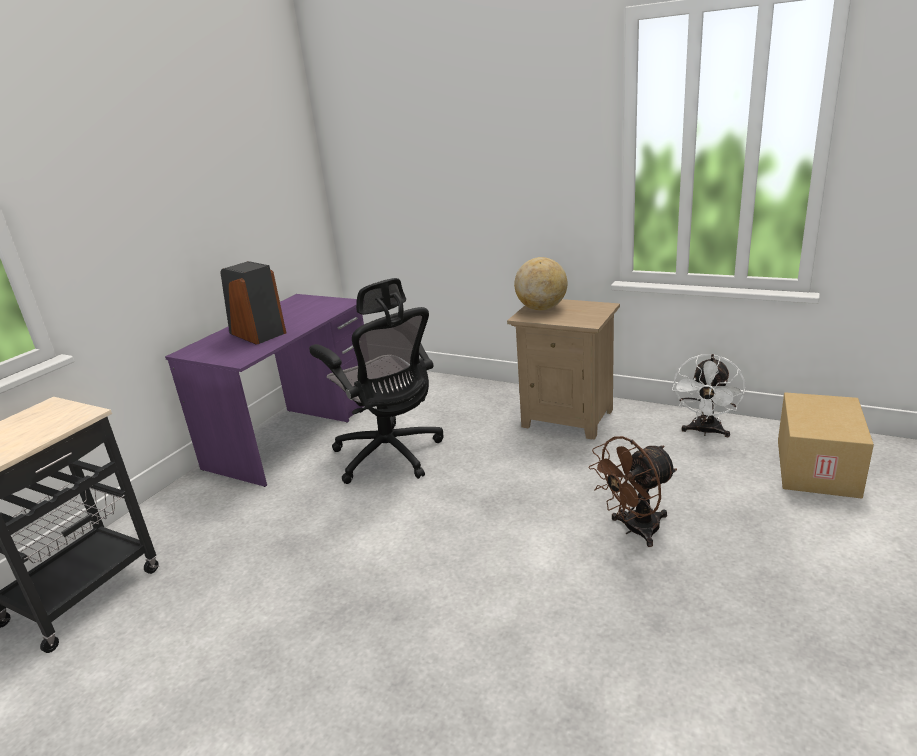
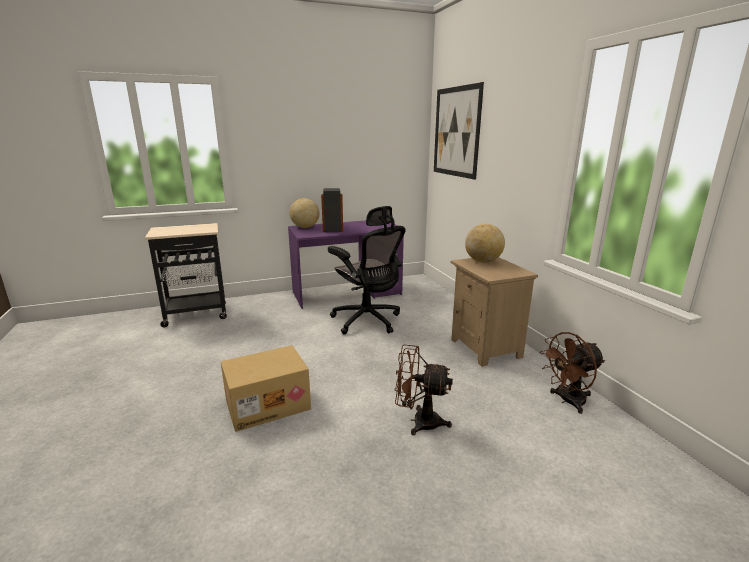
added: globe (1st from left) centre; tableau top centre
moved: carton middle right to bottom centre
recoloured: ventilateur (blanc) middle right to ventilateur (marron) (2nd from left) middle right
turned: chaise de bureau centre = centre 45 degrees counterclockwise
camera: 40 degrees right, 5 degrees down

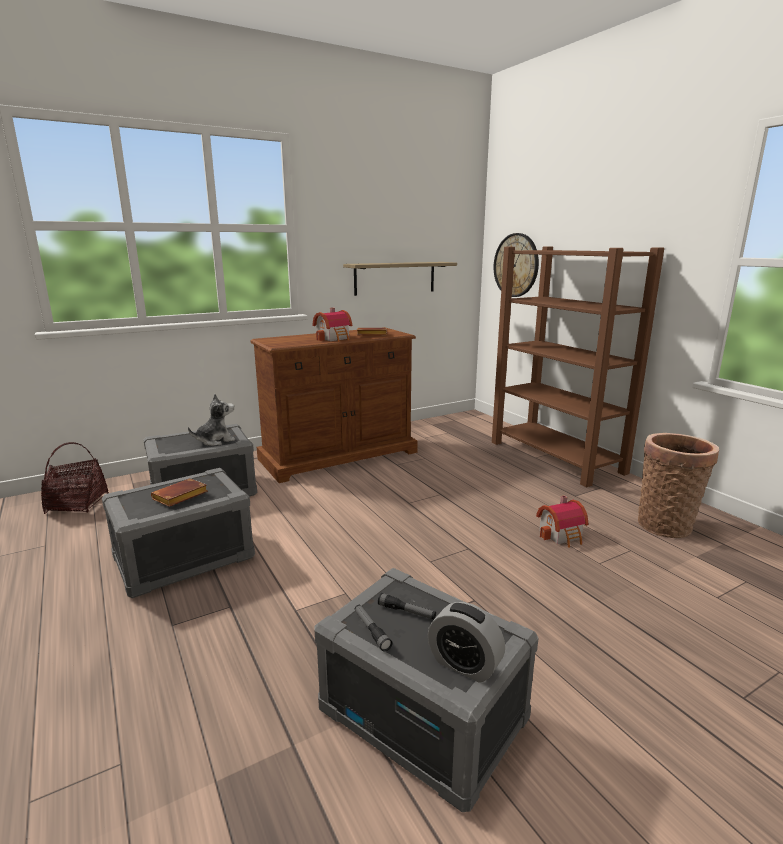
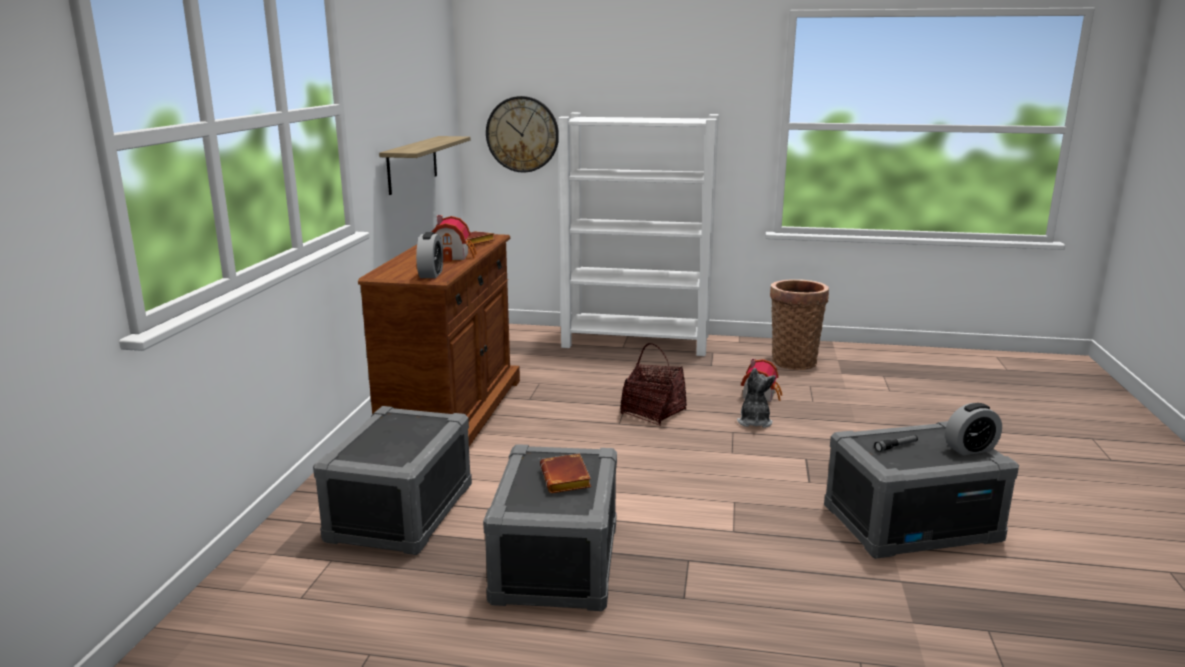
removed: lampe de poche (1st from left) bottom centre
added: réveil (1st from left) centre
moved: panier (1st from left) middle left to centre; peluche middle left to centre
recoloured: bibliothèque (marron) middle right to bibliothèque (blanc) centre
camera: 50 degrees left, 0 degrees up

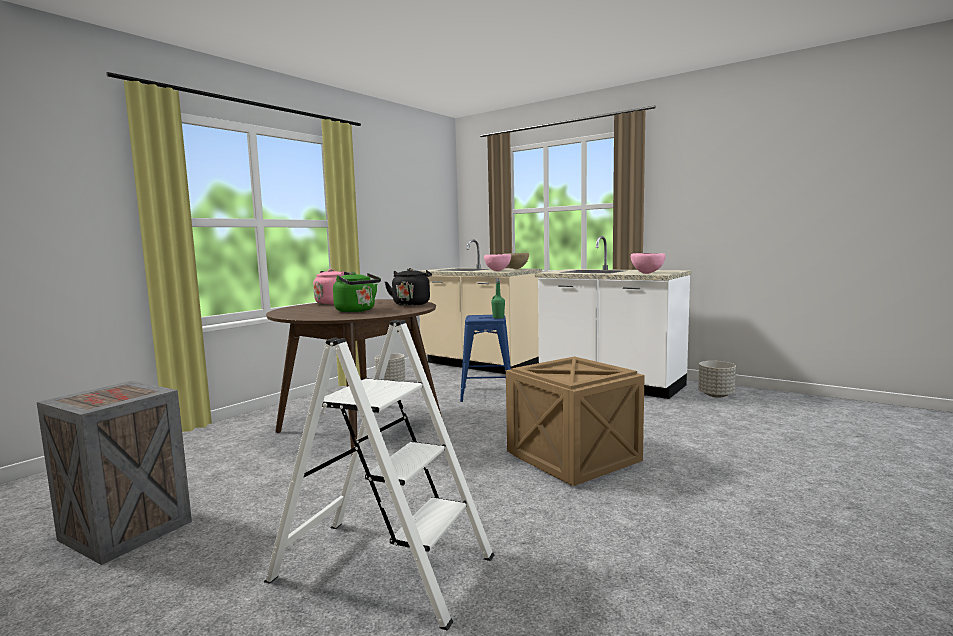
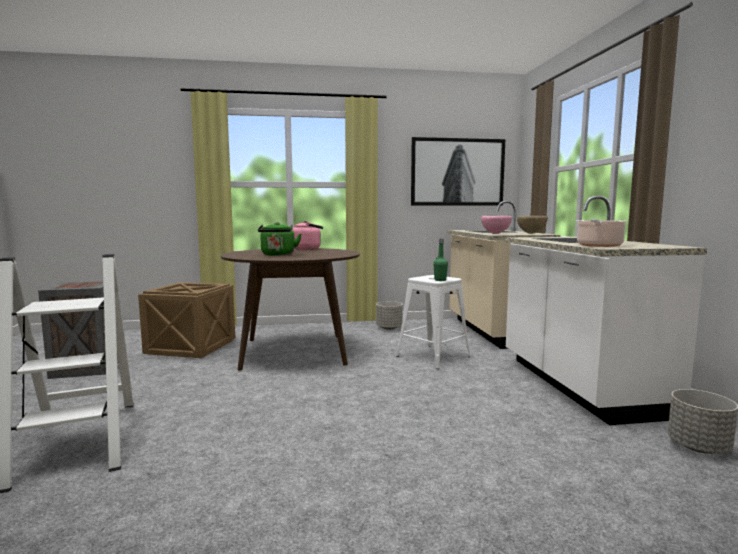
removed: bouilloire (noir) centre
added: tableau top centre
moved: caisse (2nd from left) centre to middle left
replaced: bol (rose) (2nd from left) middle right to marmite middle right
recoloured: tabouret (bleu) centre to tabouret (blanc) centre
camera: 45 degrees right, 0 degrees up

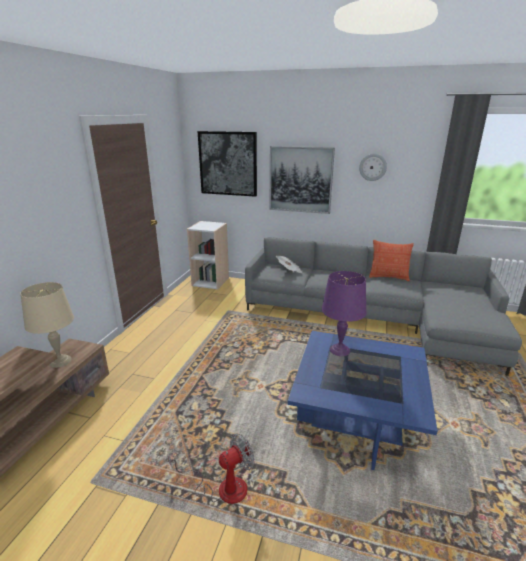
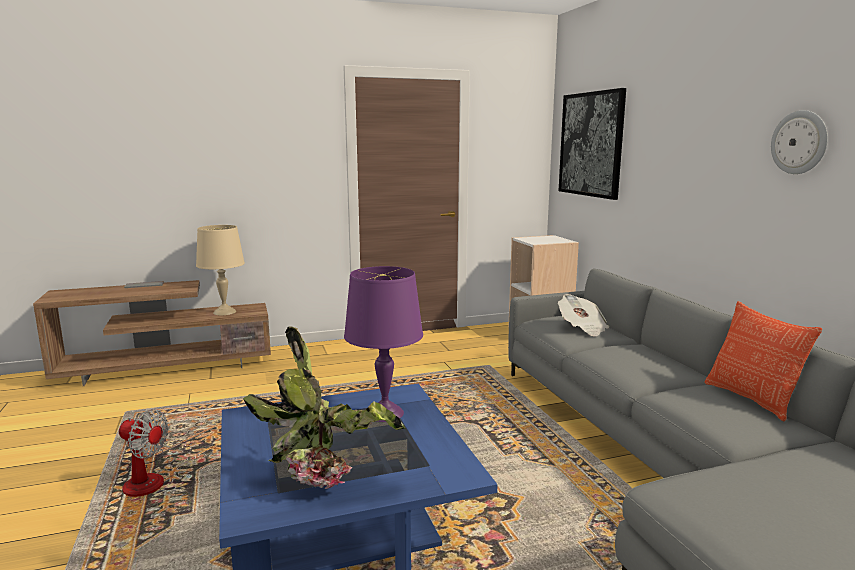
removed: tableau (2nd from left) top centre
added: plante en pot bottom centre
camera: 55 degrees right, 10 degrees down

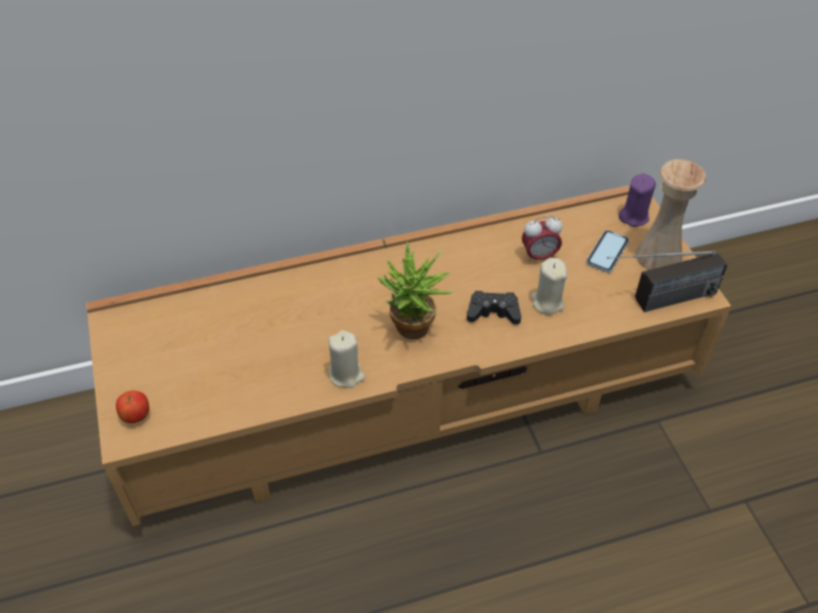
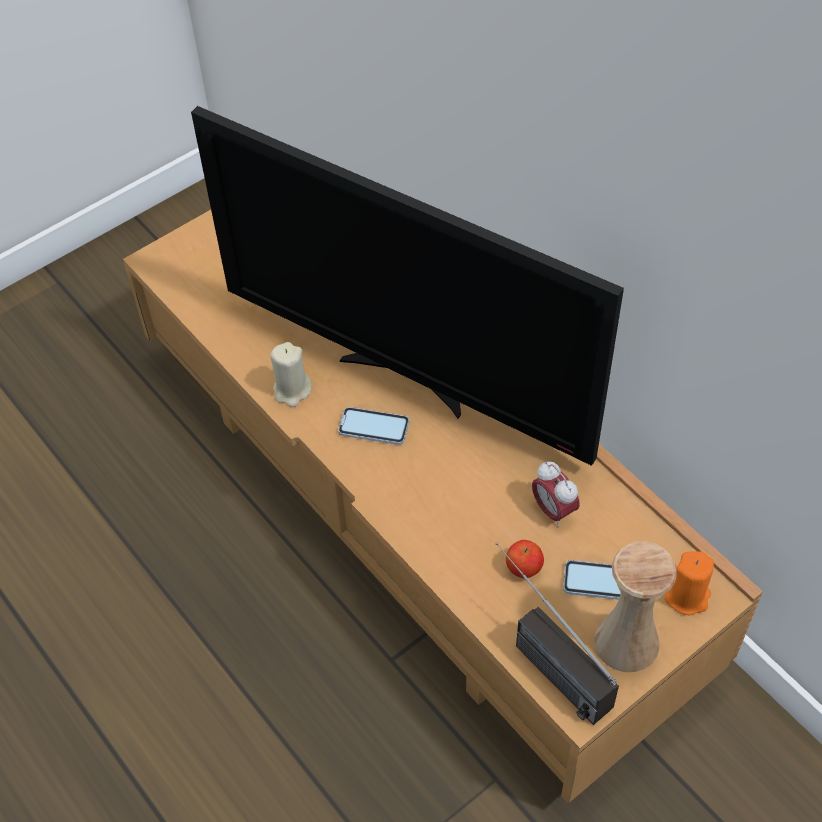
removed: manette (noir) centre; bougie (beige) (2nd from left) middle right
added: téléviseur centre
moved: pomme middle left to bottom centre
replaced: plante en pot centre to téléphone (1st from left) centre
recoloured: bougie (violet) top right to bougie (orange) bottom right
camera: 70 degrees right, 5 degrees up

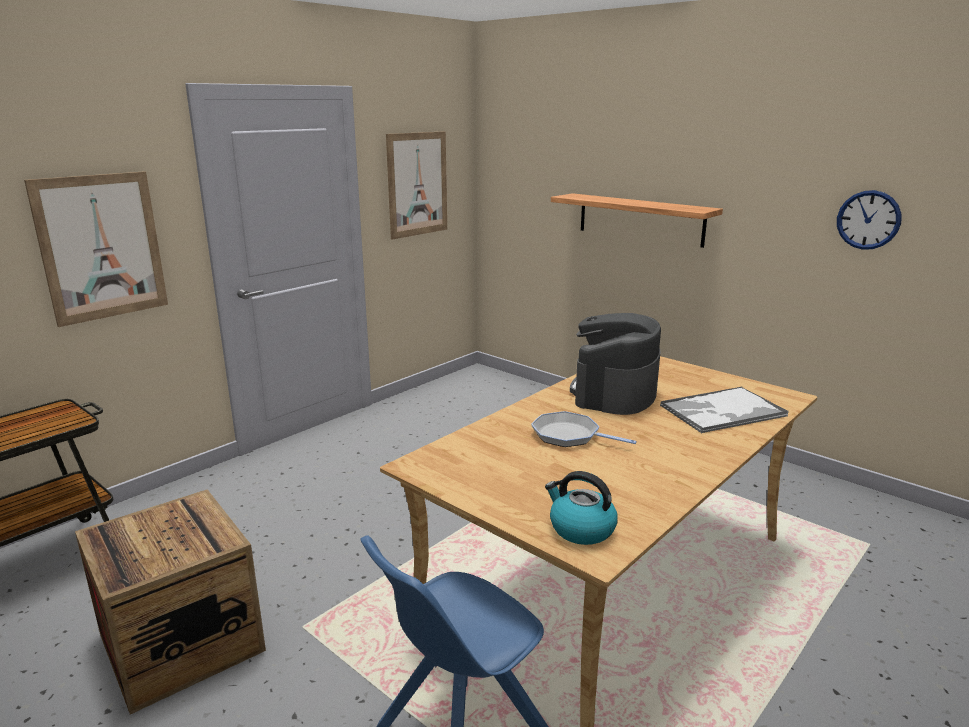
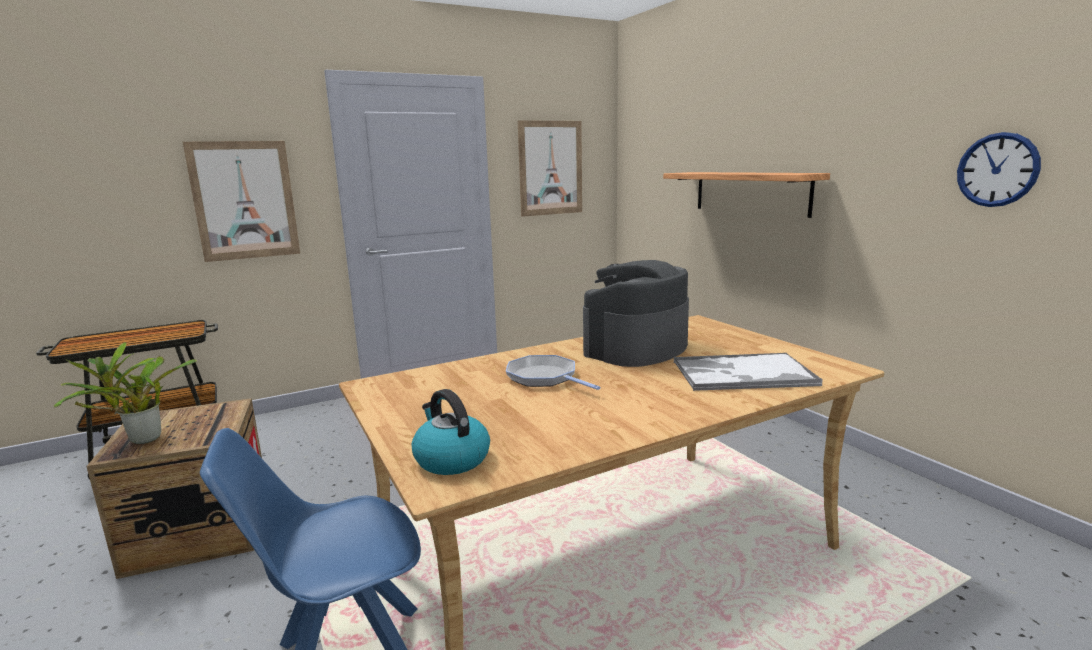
added: plante en pot middle left
camera: 20 degrees right, 5 degrees down

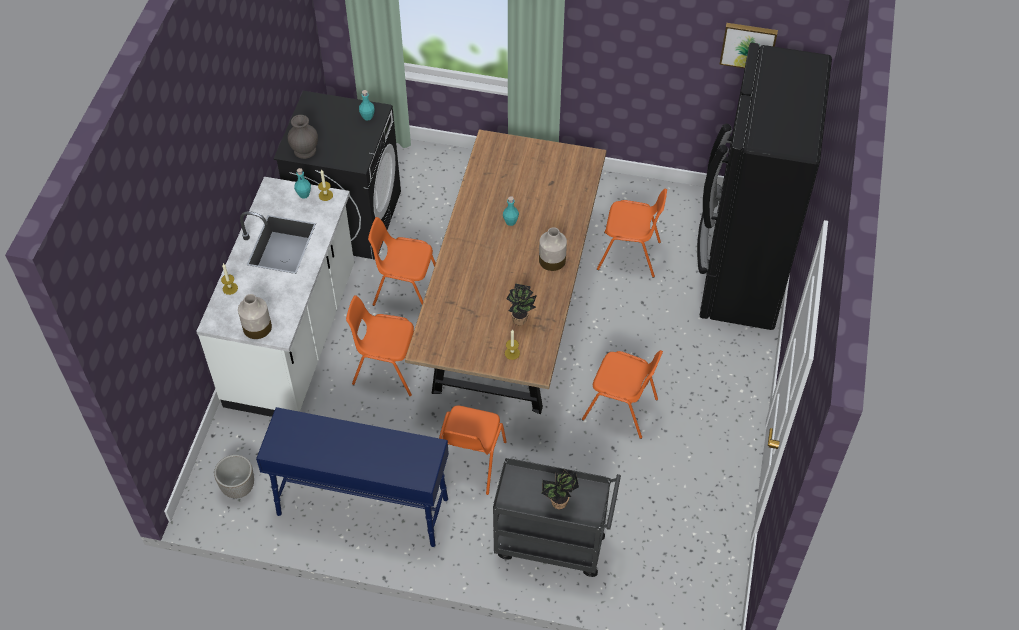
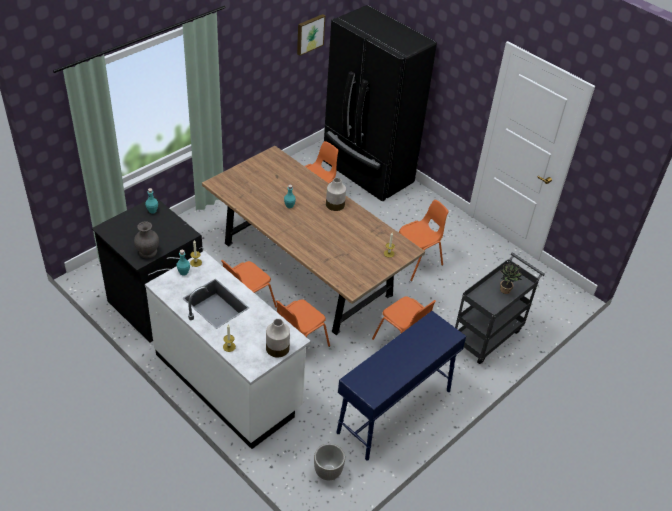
removed: plante en pot (1st from left) centre
camera: 60 degrees left, 10 degrees down

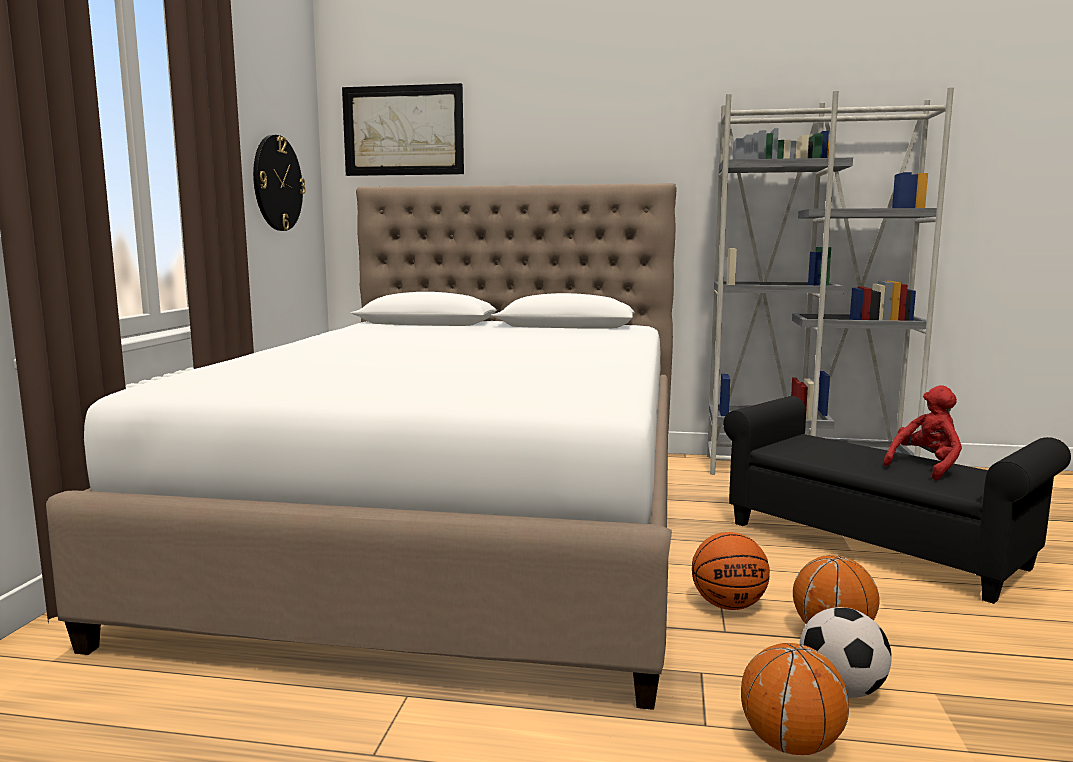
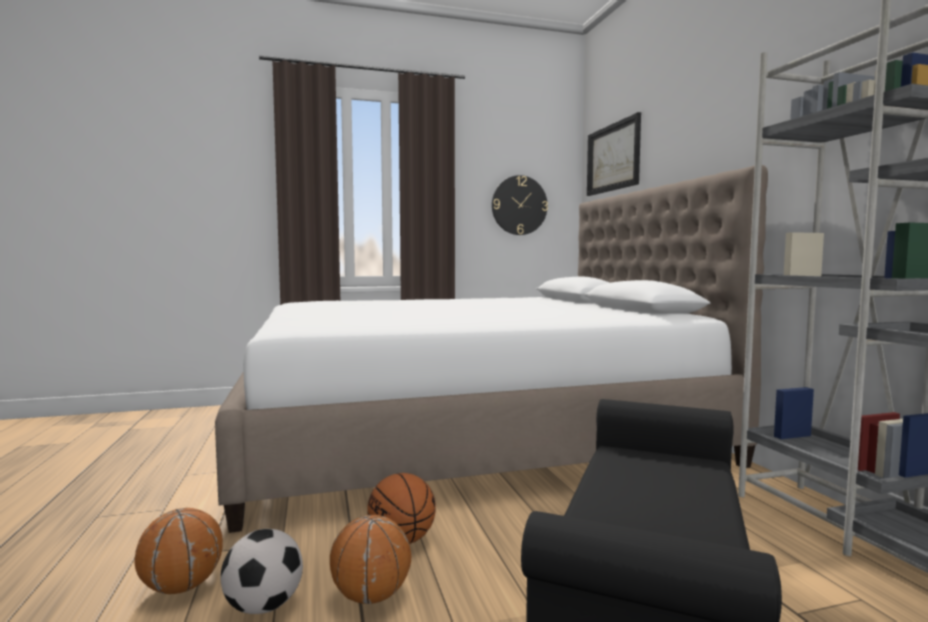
removed: peluche (rouge) middle right
camera: 65 degrees right, 5 degrees down

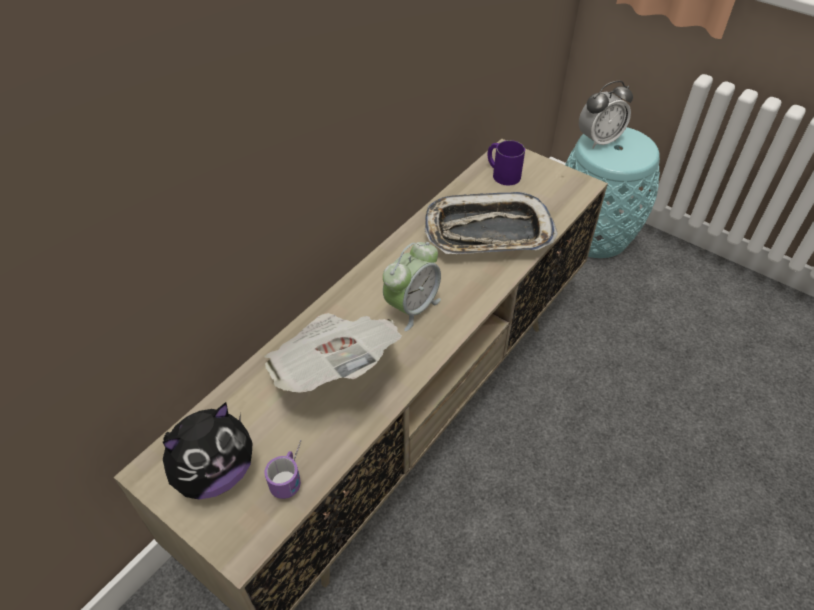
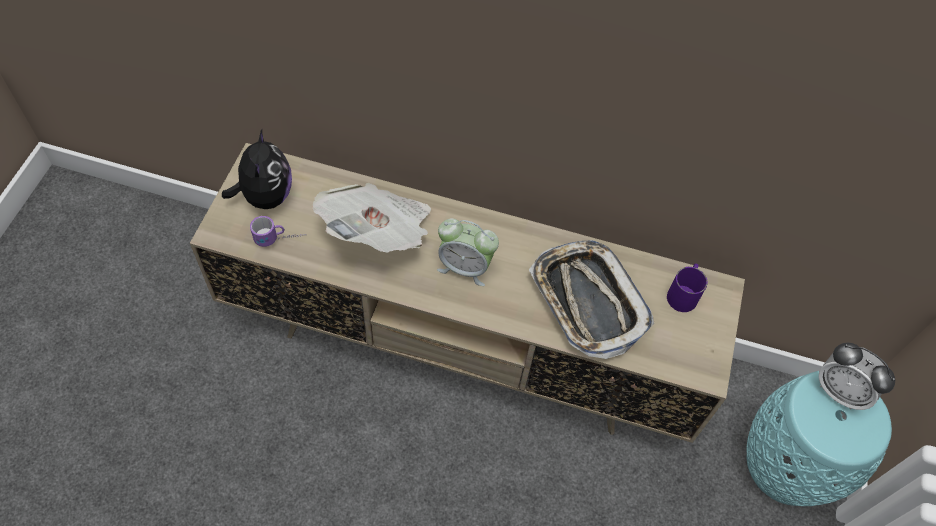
turned: peluche bottom left = top left 120 degrees counterclockwise
camera: 65 degrees right, 10 degrees up

